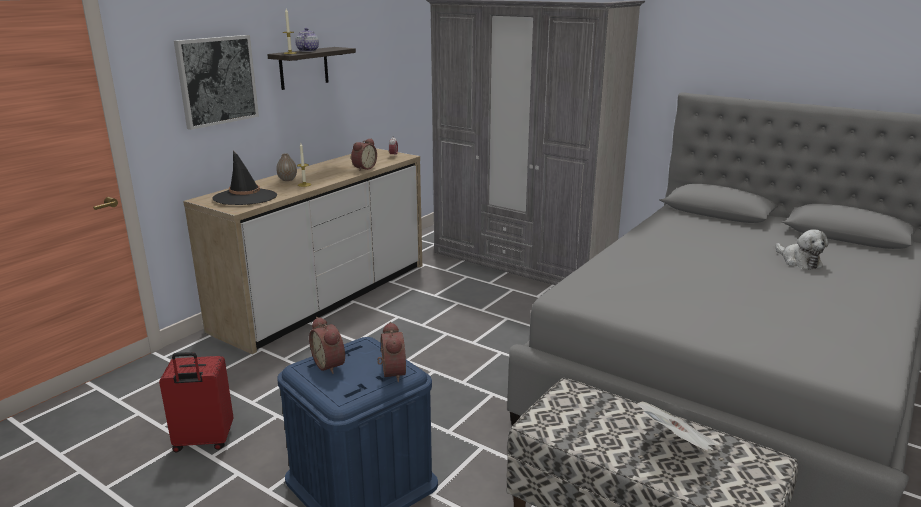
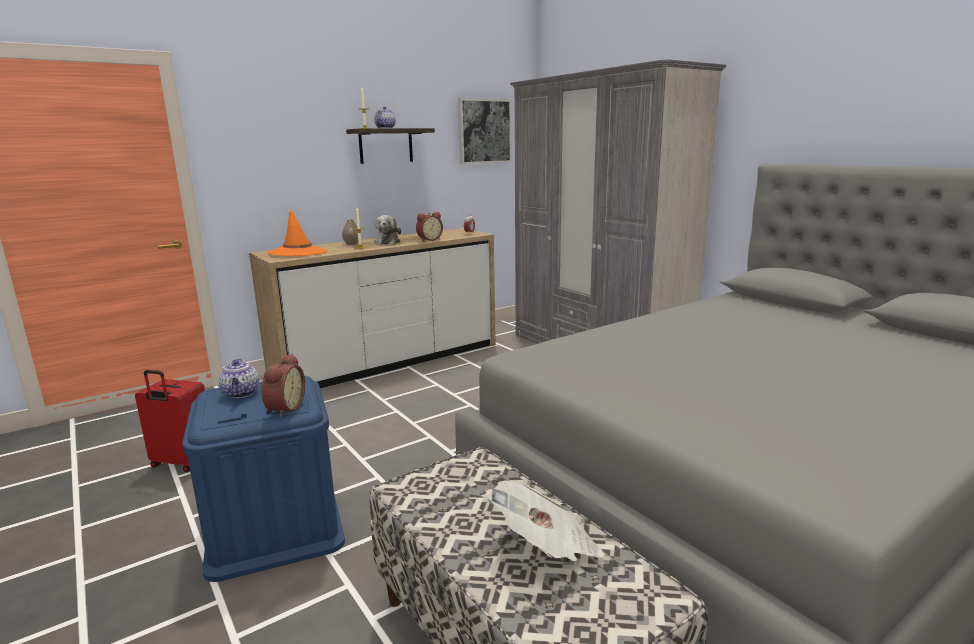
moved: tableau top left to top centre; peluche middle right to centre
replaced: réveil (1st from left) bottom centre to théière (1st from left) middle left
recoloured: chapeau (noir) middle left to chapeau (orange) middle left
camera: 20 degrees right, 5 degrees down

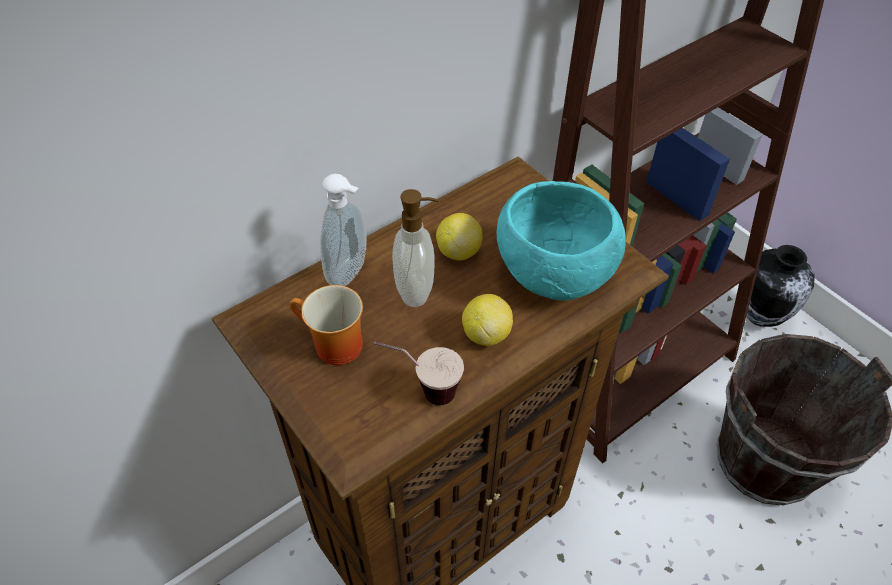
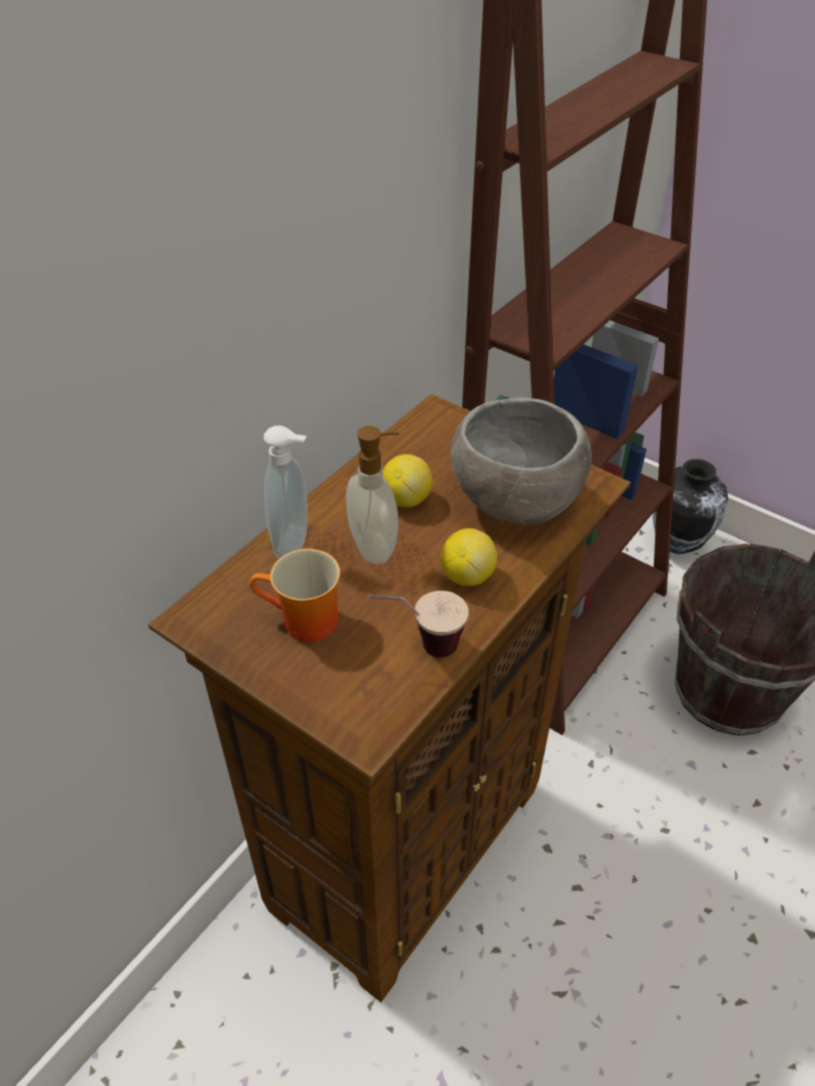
recoloured: bol (turquoise) centre to bol (gris) centre
camera: 15 degrees left, 5 degrees down

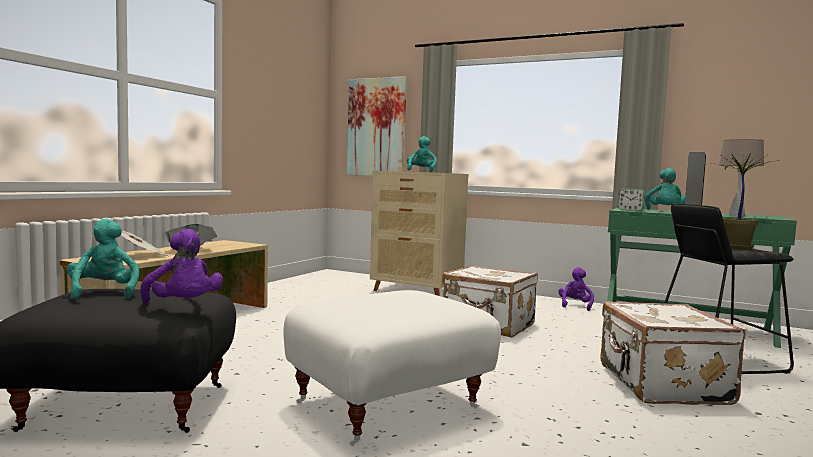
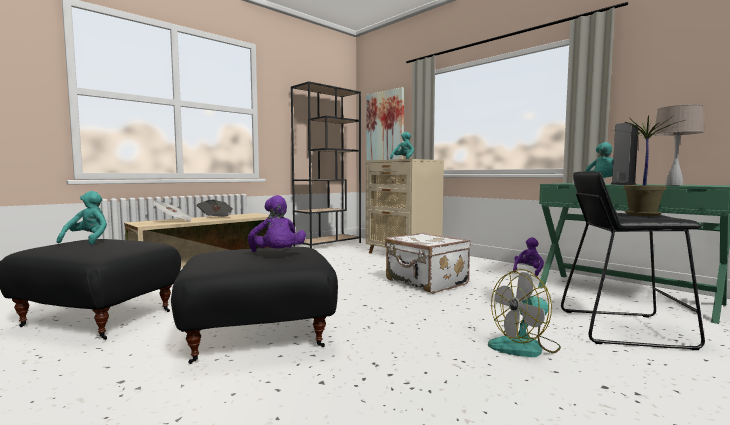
removed: réveil middle right
added: bibliothèque centre
moved: peluche (violet) (1st from left) middle left to centre
replaced: valise (blanc) (2nd from left) bottom right to ventilateur bottom right
recoloured: pouf (blanc) bottom centre to pouf (noir) (2nd from left) bottom centre
camera: 20 degrees right, 0 degrees up

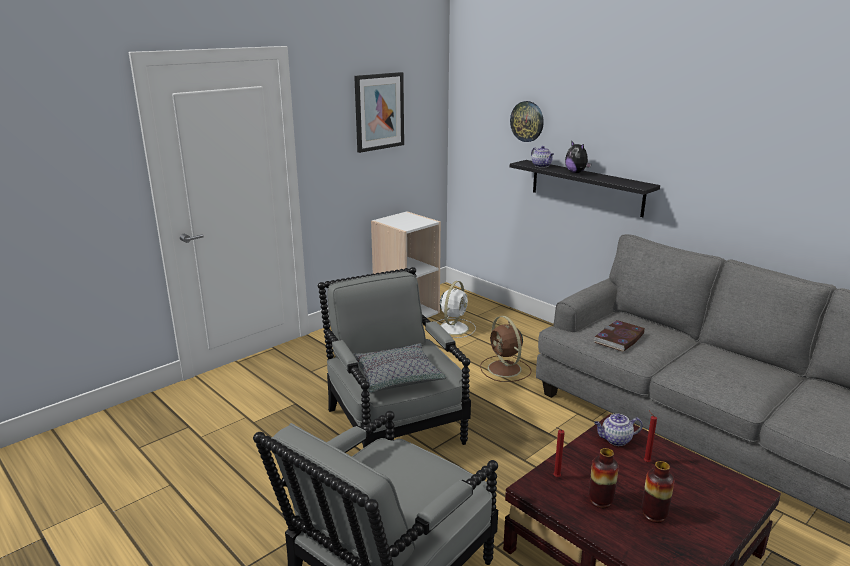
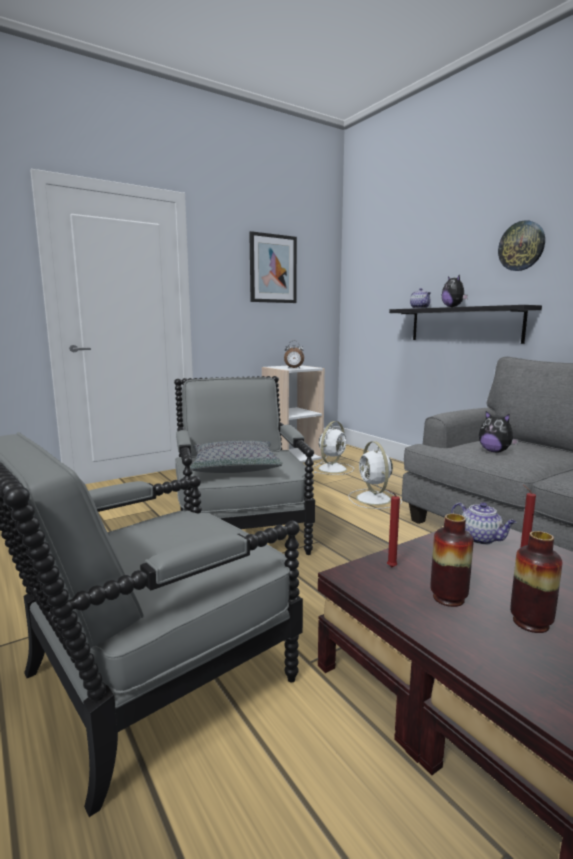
added: réveil centre
moved: horloge murale top centre to top right
replaced: livre middle right to peluche (2nd from left) middle right
recoloured: ventilateur (marron) centre to ventilateur (blanc) (2nd from left) centre
turned: théière (2nd from left) bottom right = middle right 135 degrees counterclockwise
camera: 10 degrees right, 10 degrees down

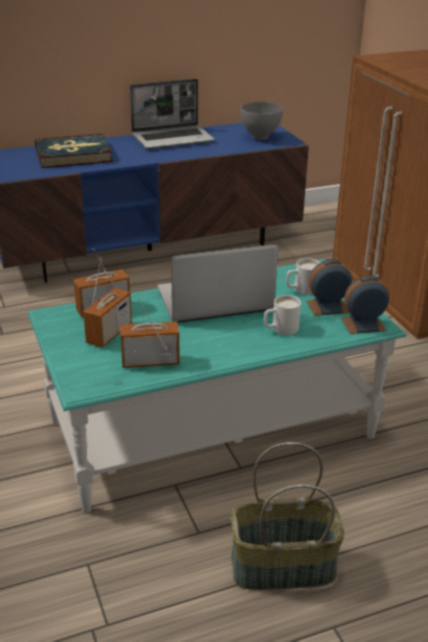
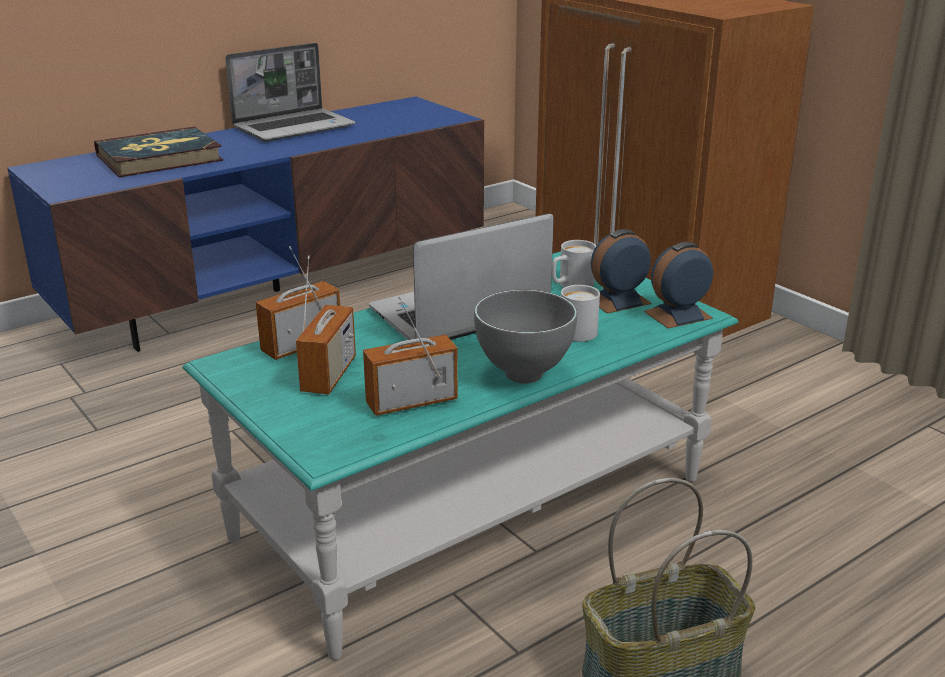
moved: bol (gris) top centre to centre
camera: 15 degrees left, 5 degrees down

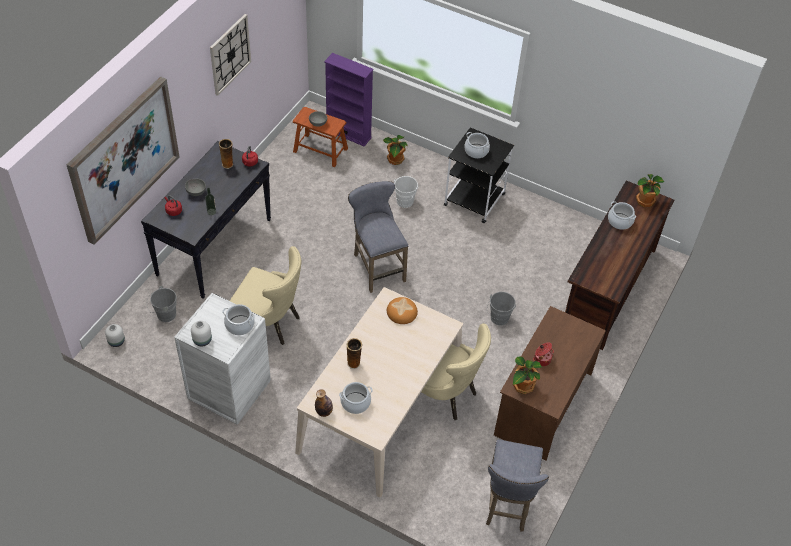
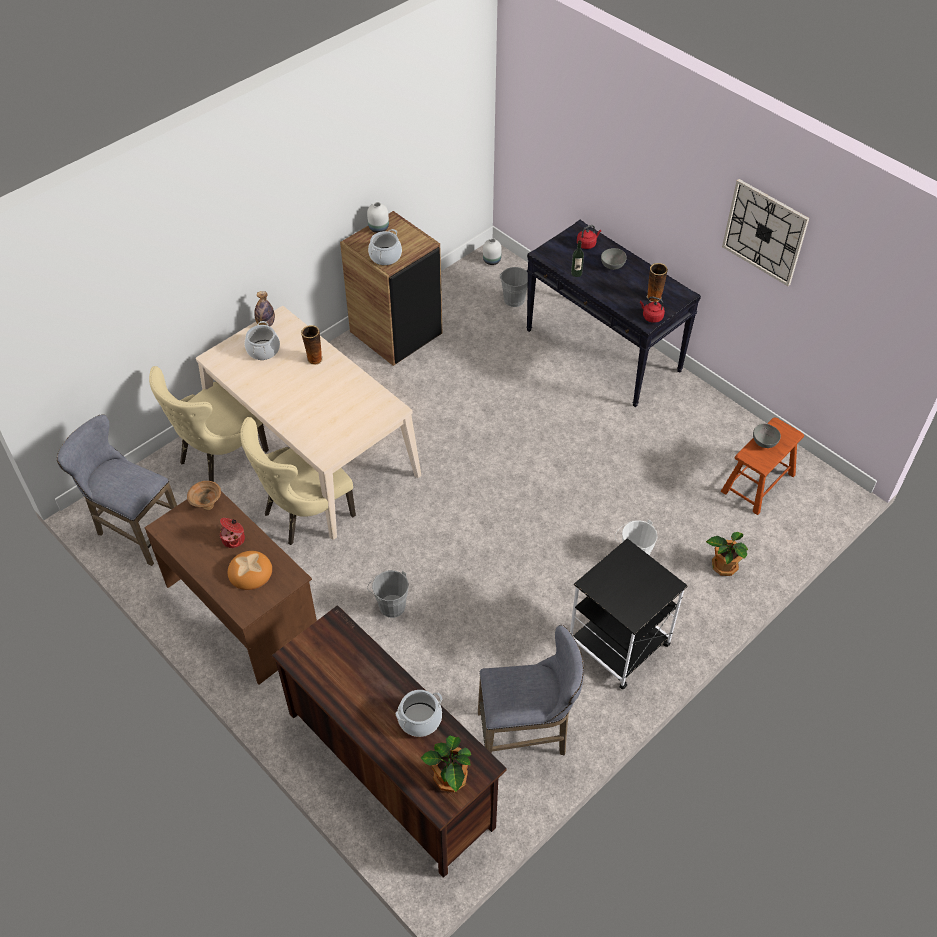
removed: tableau top left; bibliothèque (violet) top centre; marmite (3rd from left) top centre
moved: chaise (beige) (1st from left) centre to middle left; tabouret (gris) (1st from left in the first image) centre to tabouret (gris) (2nd from left) bottom centre; pain centre to middle left
replaced: plante en pot (2nd from left) bottom centre to bol (marron) middle left
recoloured: meuble de rangement (blanc) middle left to meuble de rangement (marron) top centre
camera: 110 degrees right, 0 degrees up

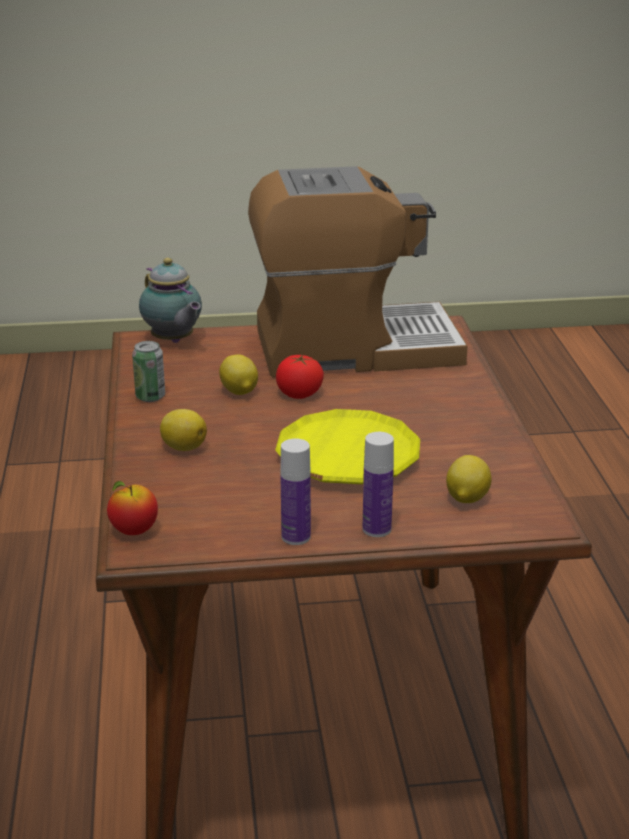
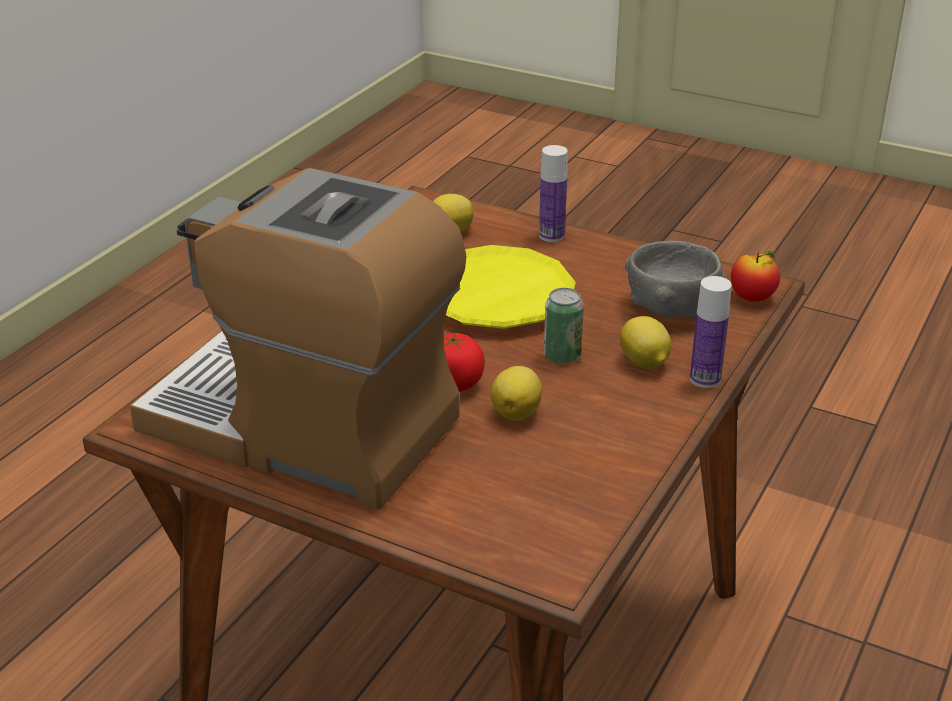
removed: théière middle left
added: bol (gris) middle right
moved: boîte métallique middle left to centre; bouteille (1st from left in the first image) centre to bouteille (2nd from left) middle right
camera: 145 degrees left, 5 degrees up

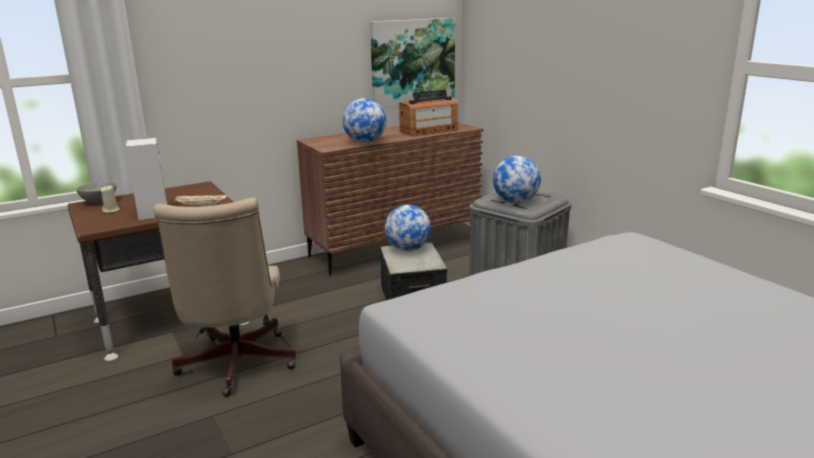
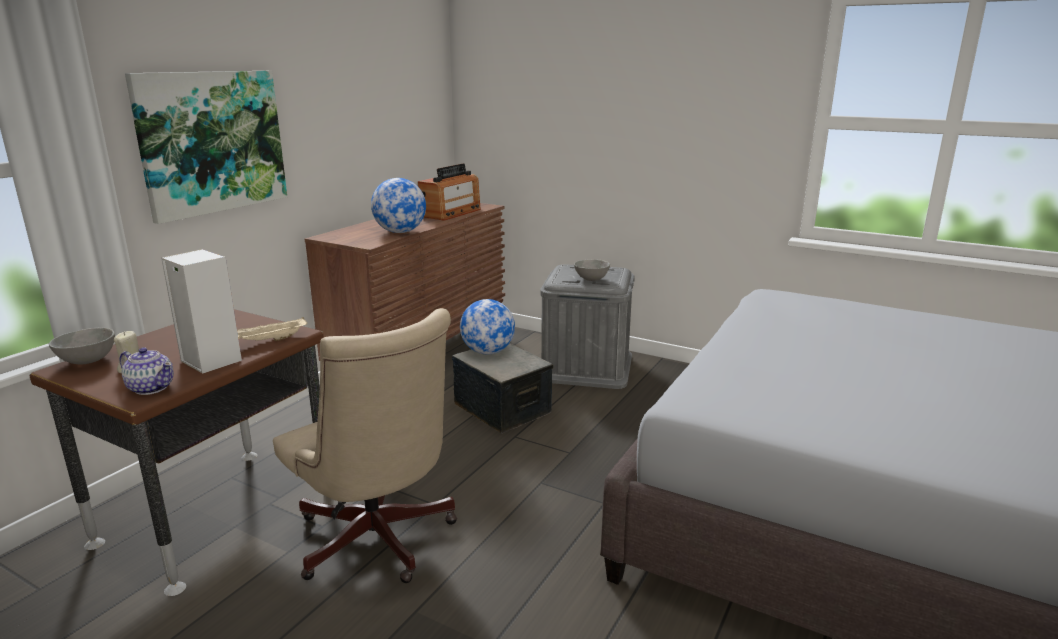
added: théière middle left
moved: tableau top centre to top left
replaced: globe (3rd from left) centre to bol (gris) (2nd from left) centre
camera: 30 degrees left, 0 degrees up

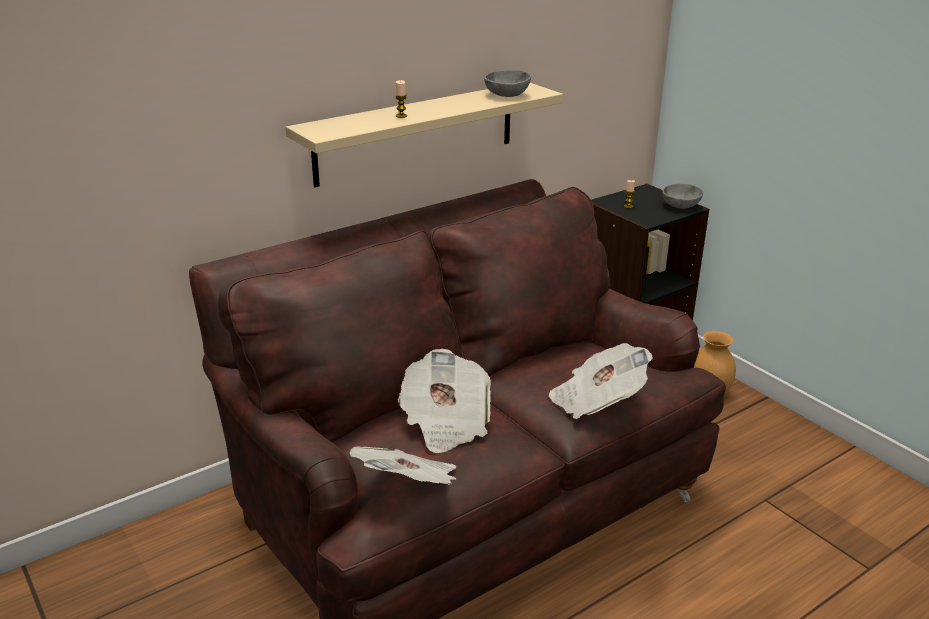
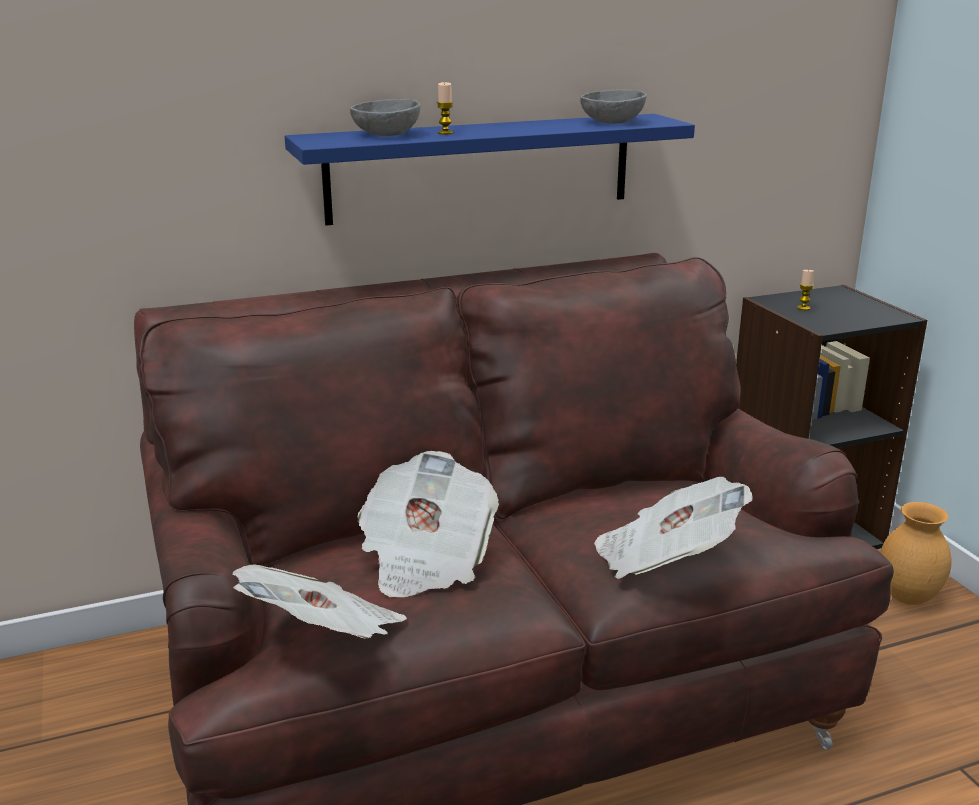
moved: bol (gris) (2nd from left in the first image) top right to bol (gris) (1st from left) top centre
recoloured: étagère (beige) top centre to étagère (bleu) top centre
camera: 15 degrees right, 5 degrees down

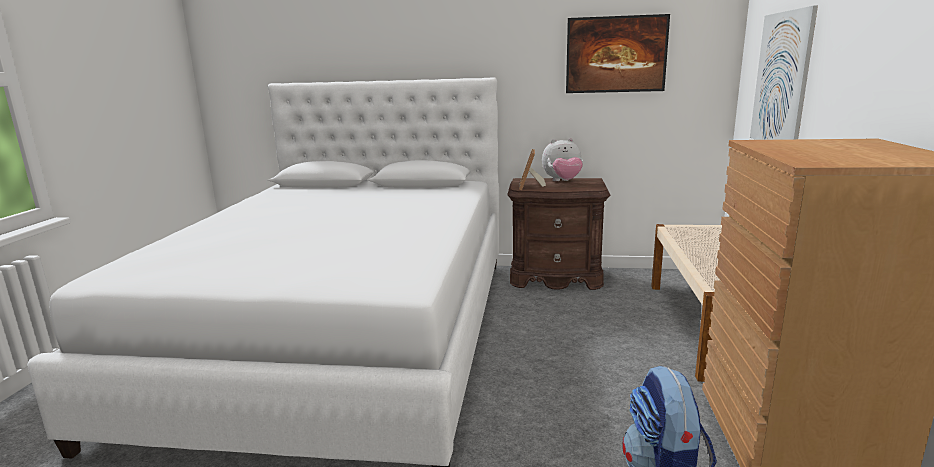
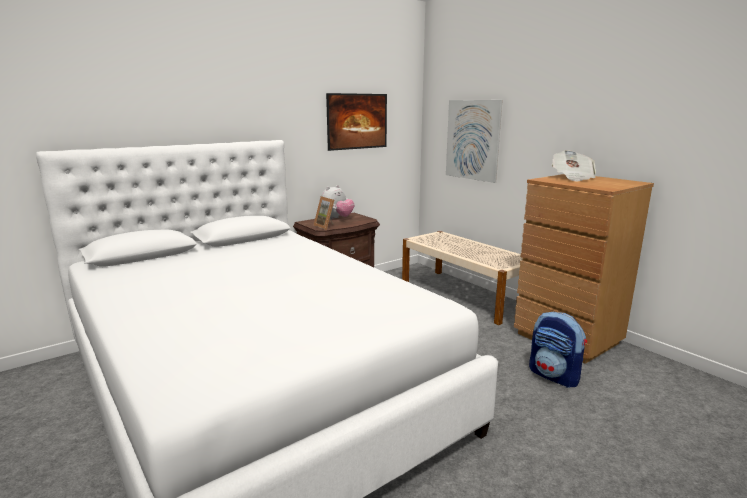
added: journal top right
camera: 45 degrees left, 0 degrees up

